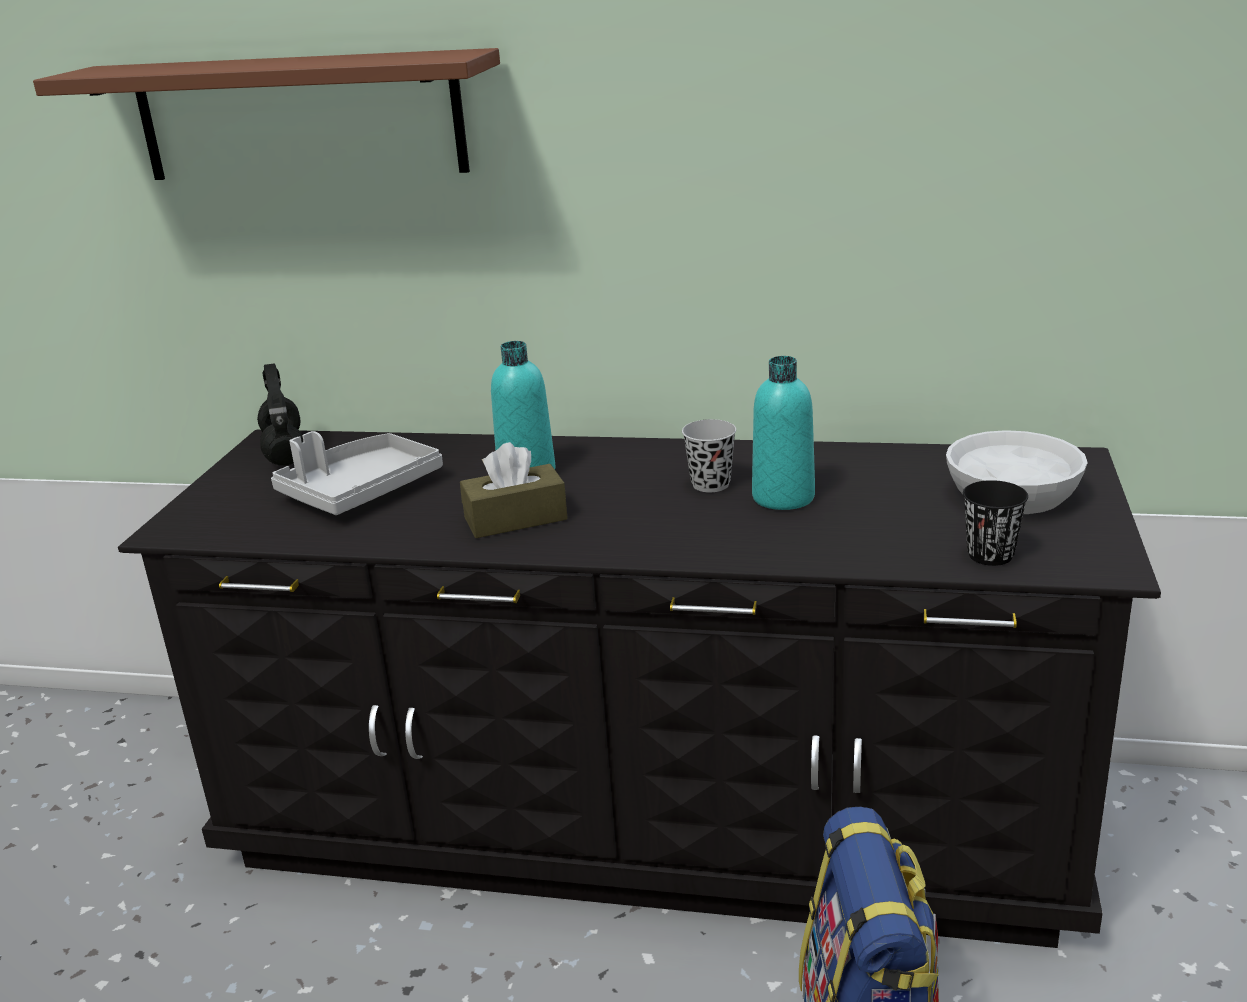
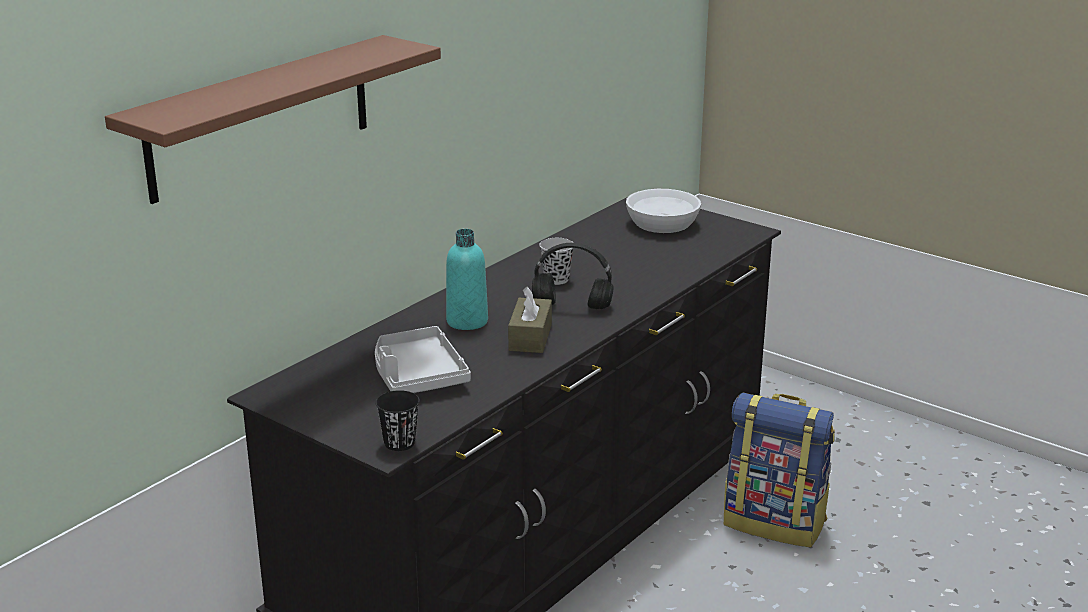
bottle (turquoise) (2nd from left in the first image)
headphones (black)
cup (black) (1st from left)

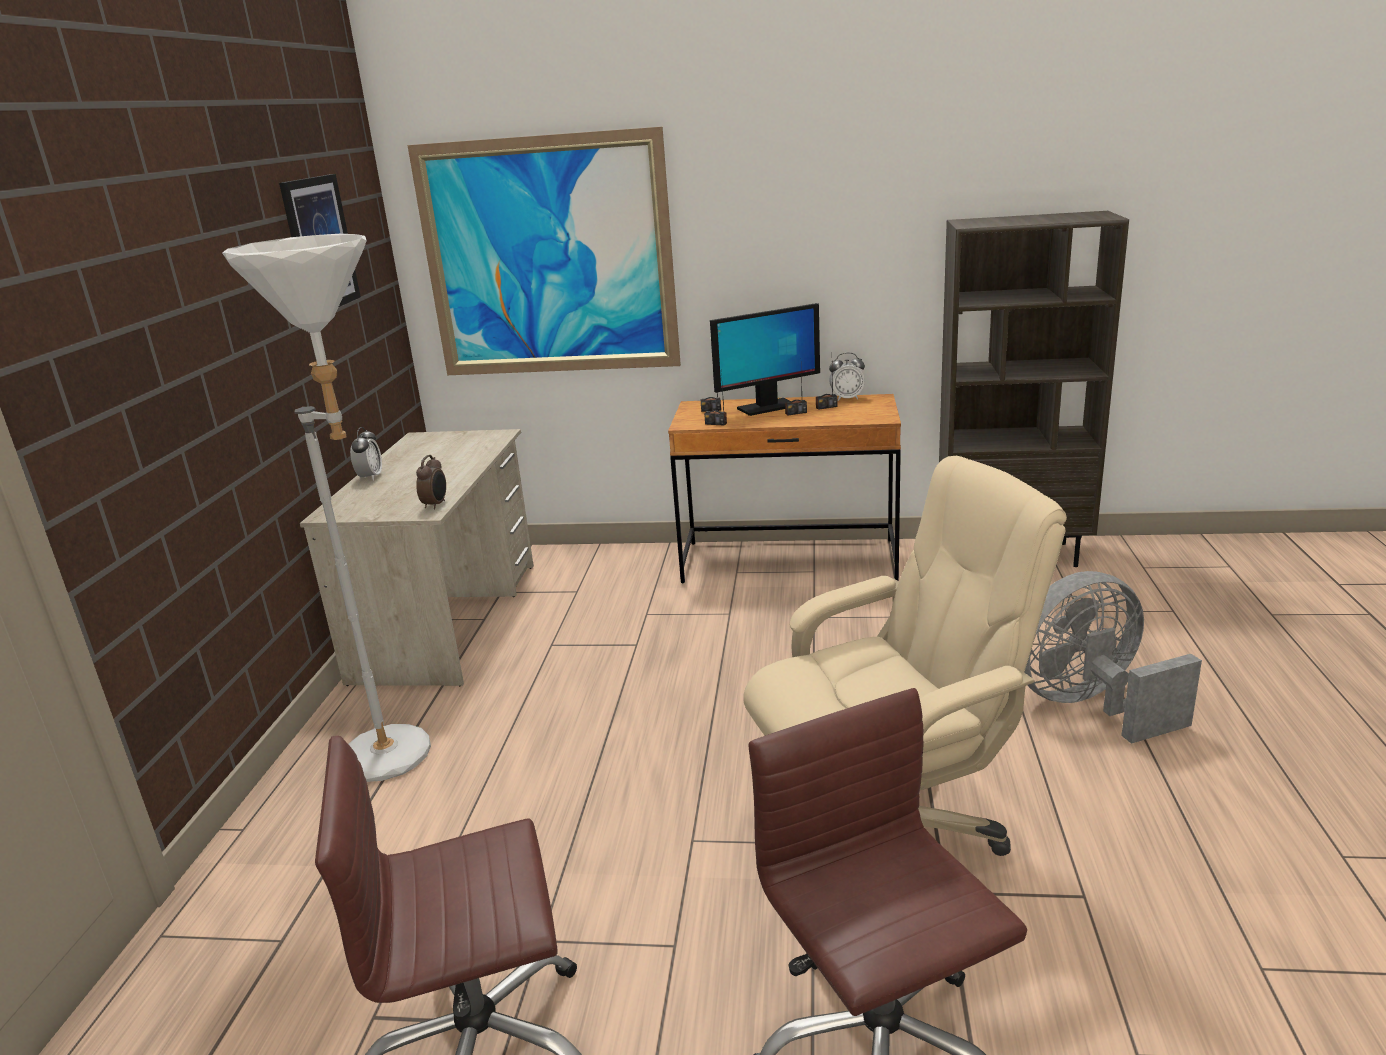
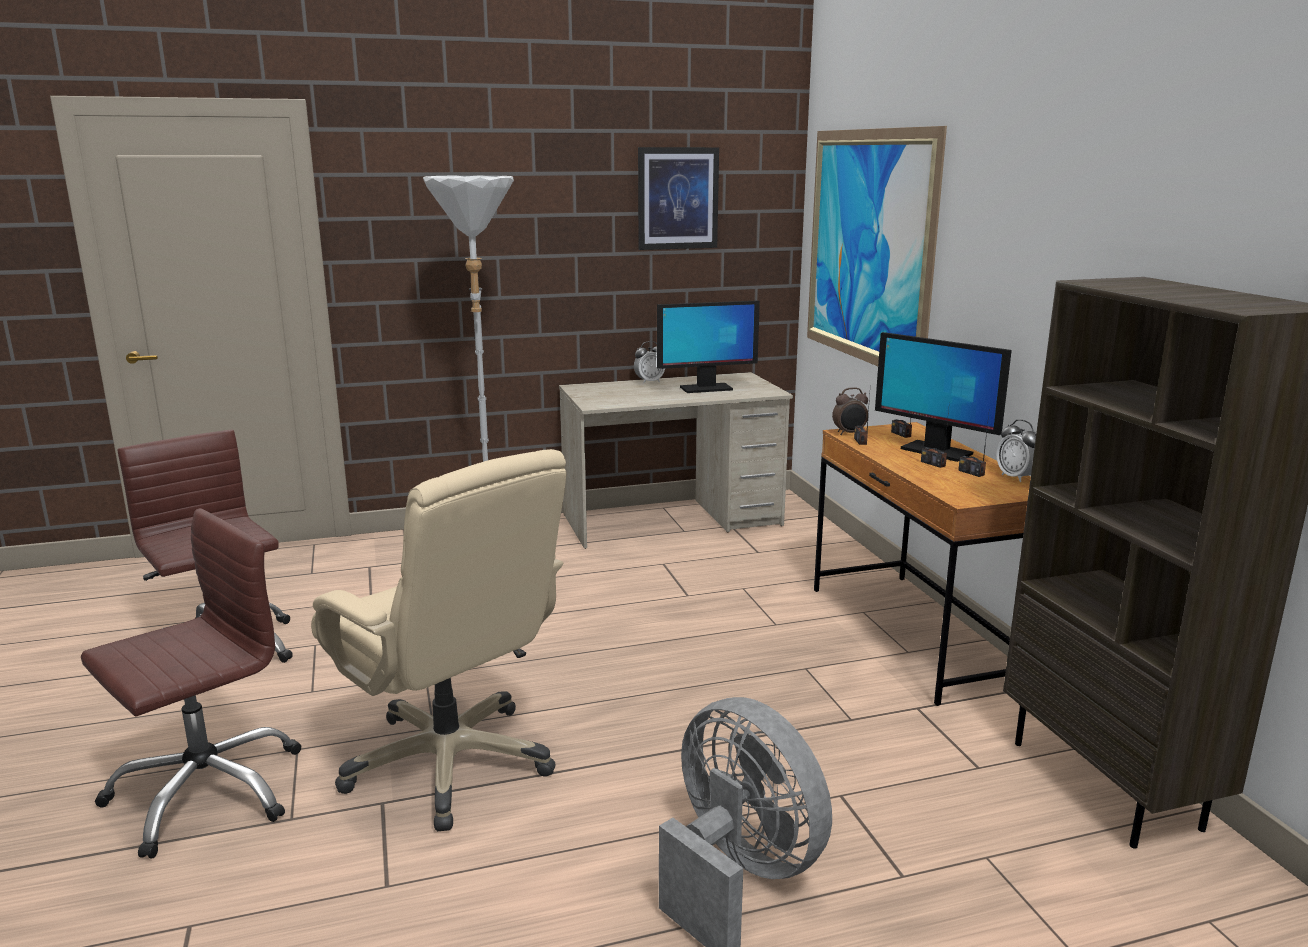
monitor (1st from left)
alarm clock (2nd from left)

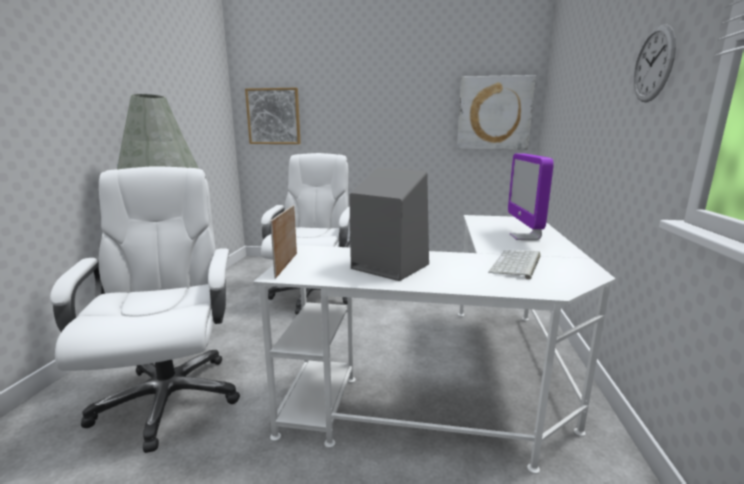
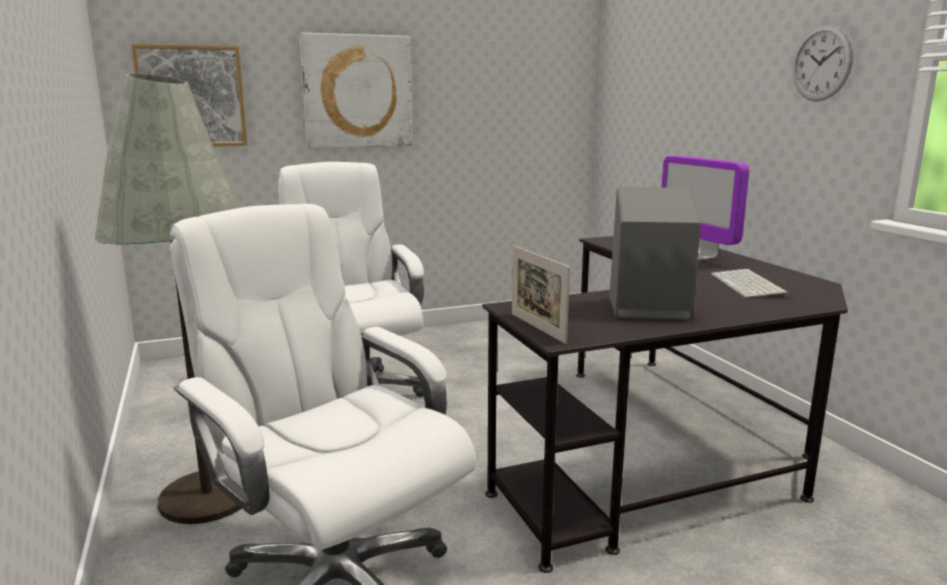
picture (2nd from left)
desk (black)

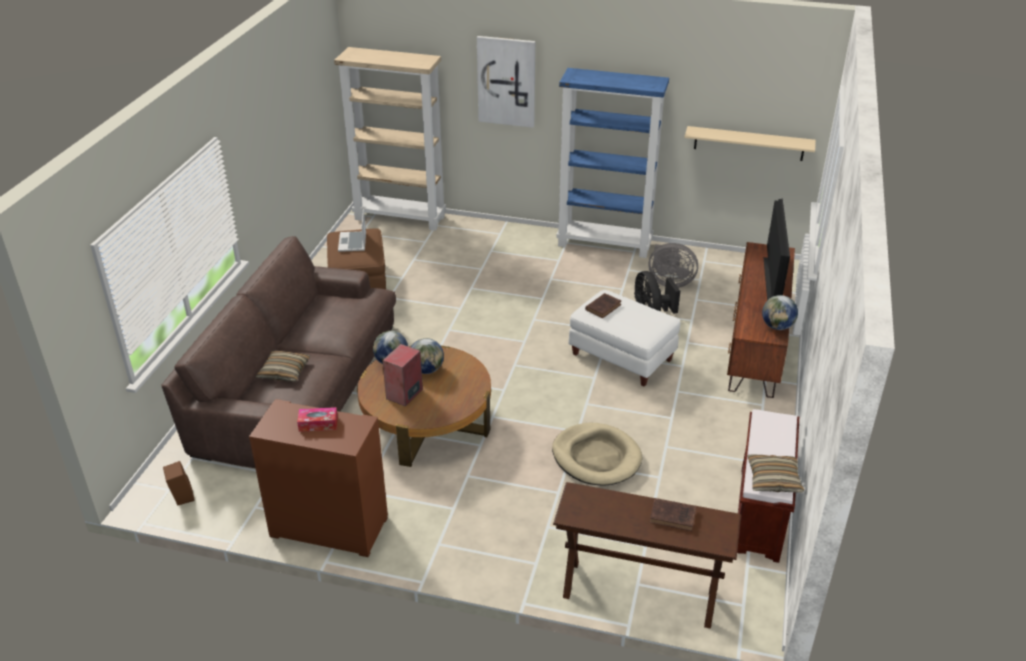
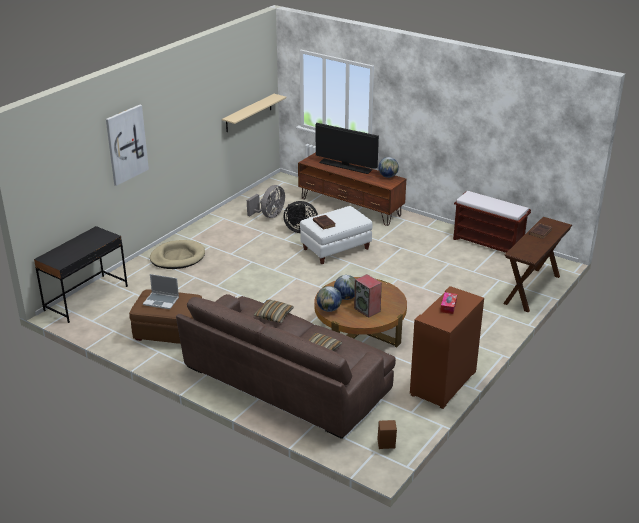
bookcase (blue)
dog bed (beige)
pillow (1st from left)
desk (black)

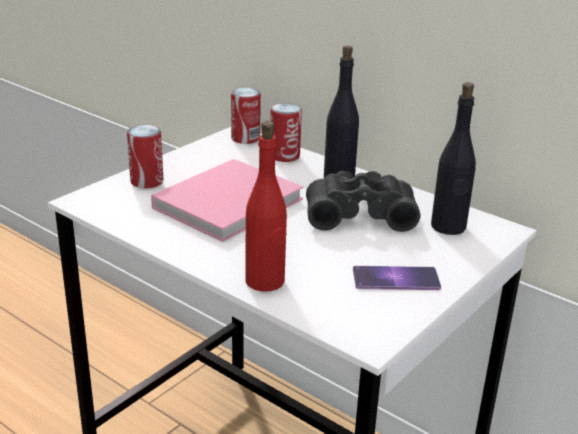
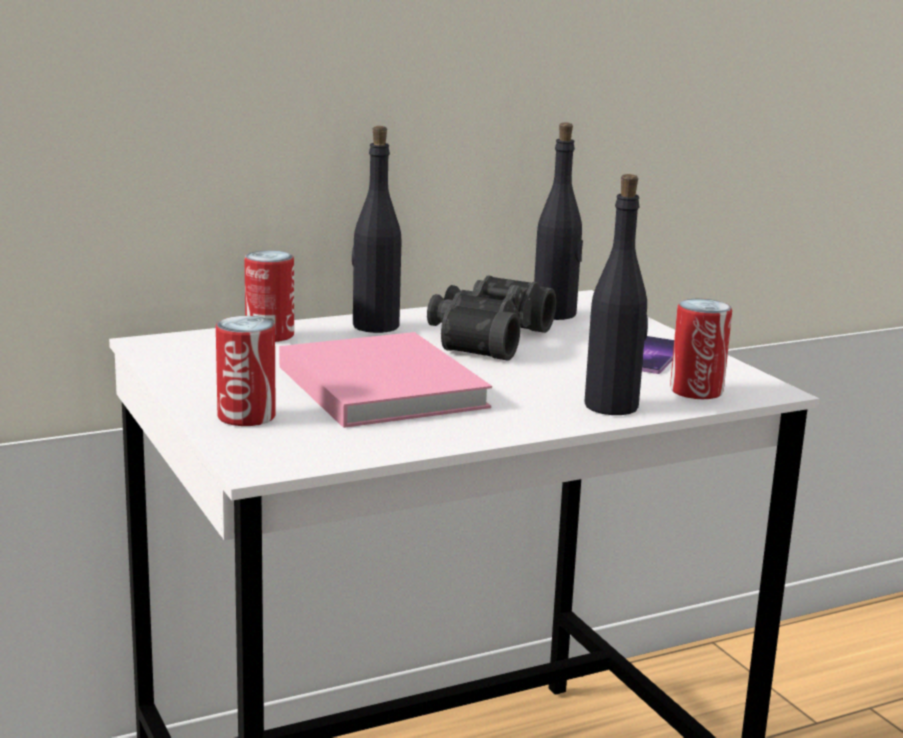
can (3rd from left)
bottle (black) (3rd from left)

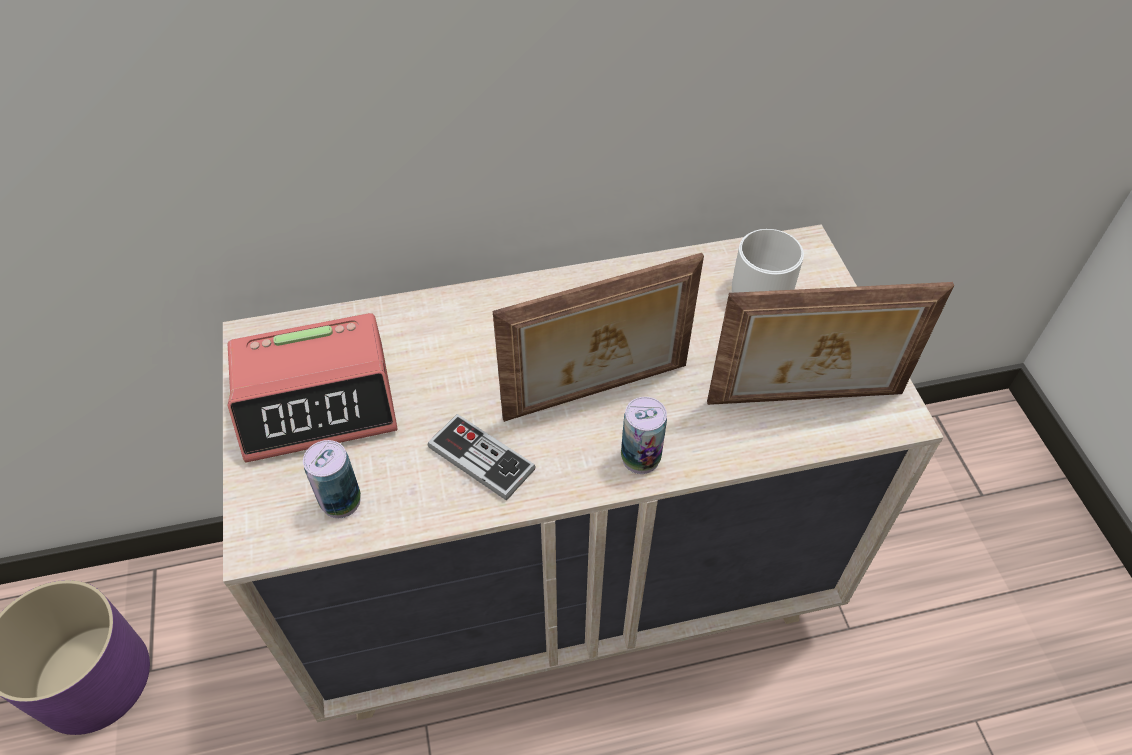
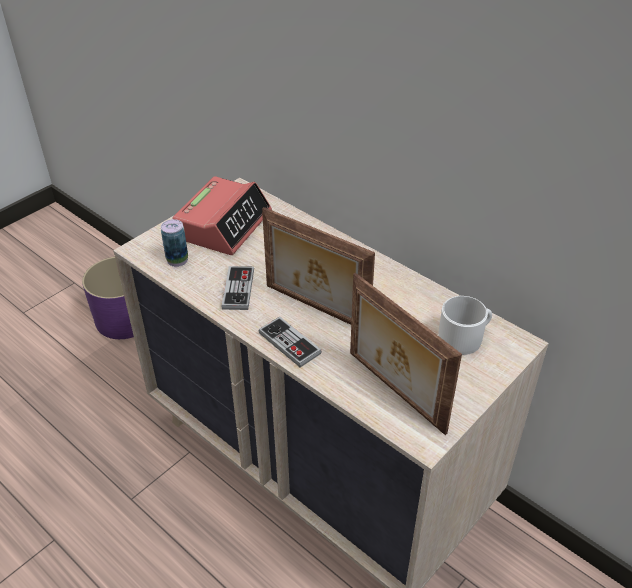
game controller (2nd from left)
alarm clock

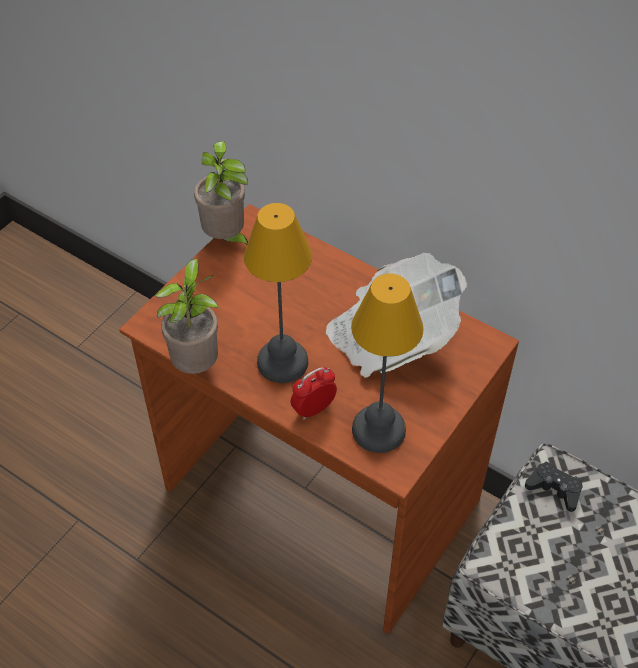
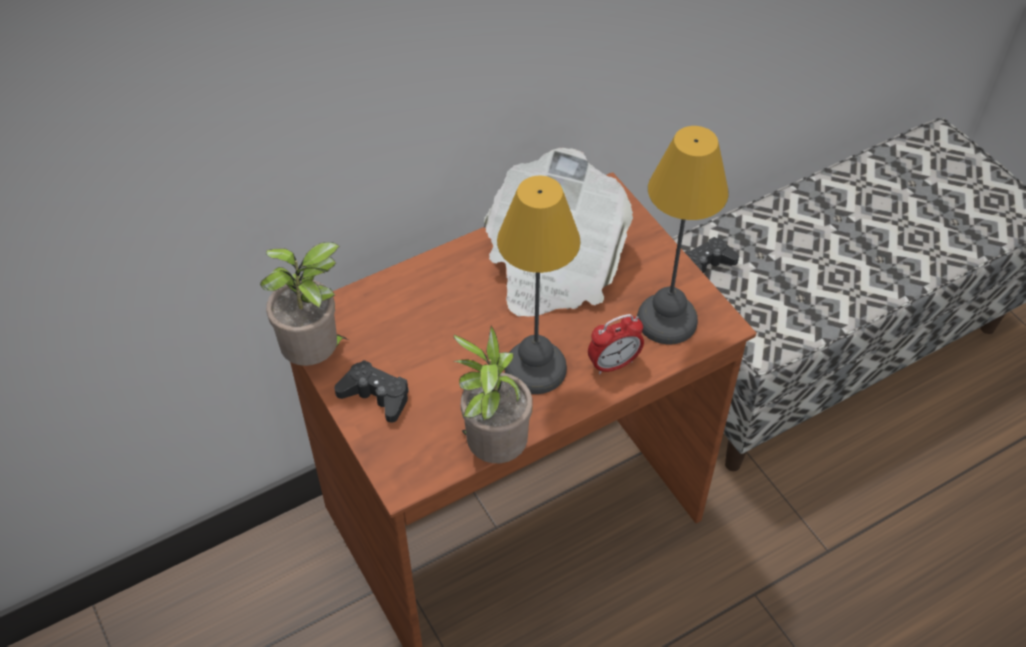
game controller (black) (1st from left)
alarm clock

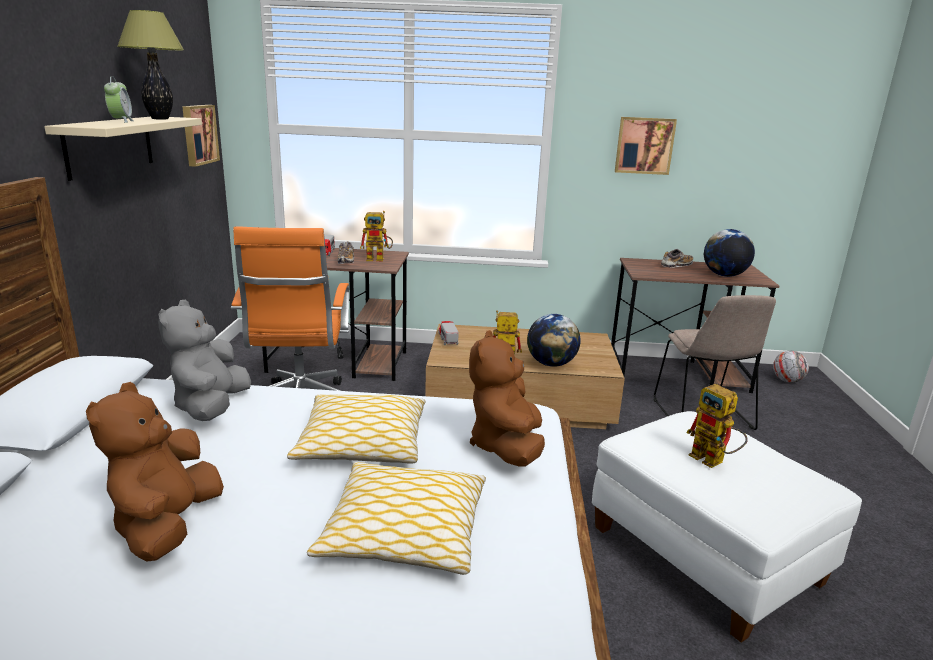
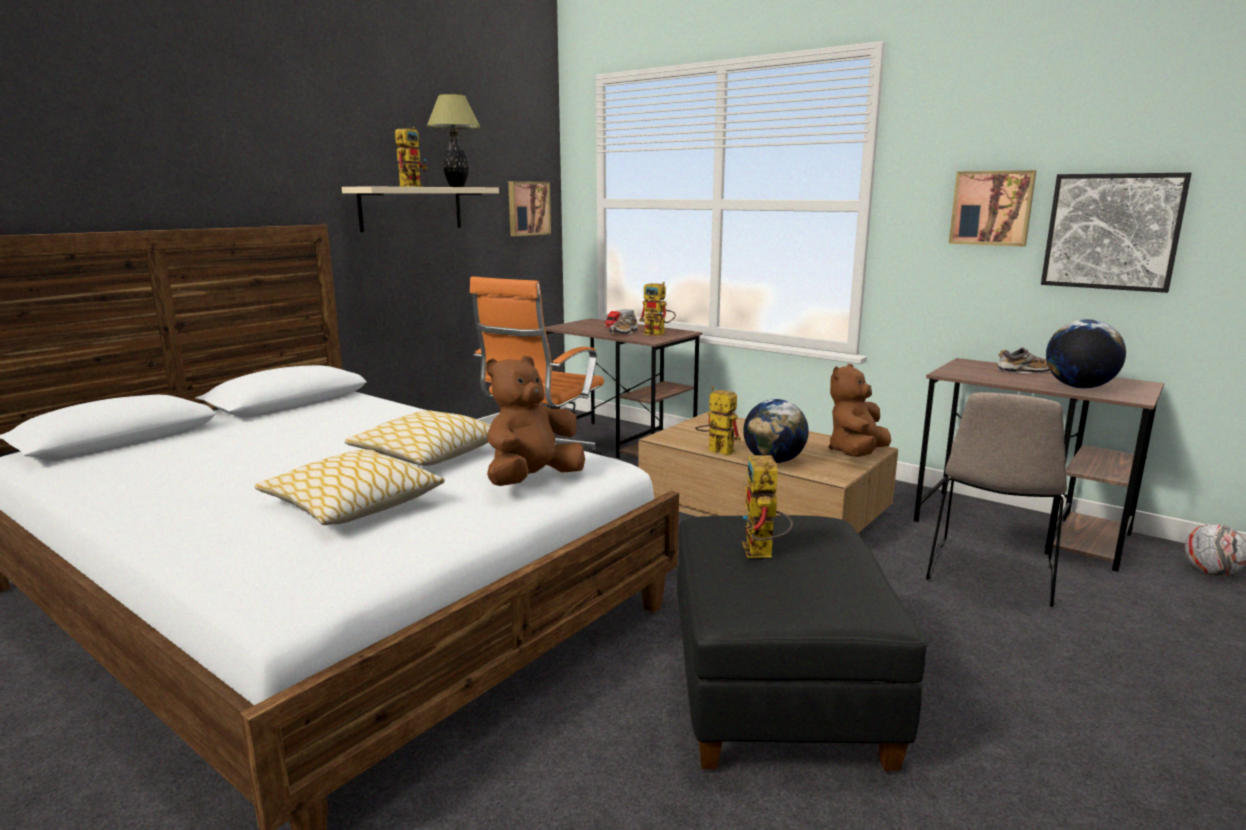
plush toy (grey)
toy truck (2nd from left in the first image)
picture (3rd from left)
plush toy (brown) (2nd from left)
toy robot (1st from left)
ottoman (black)

